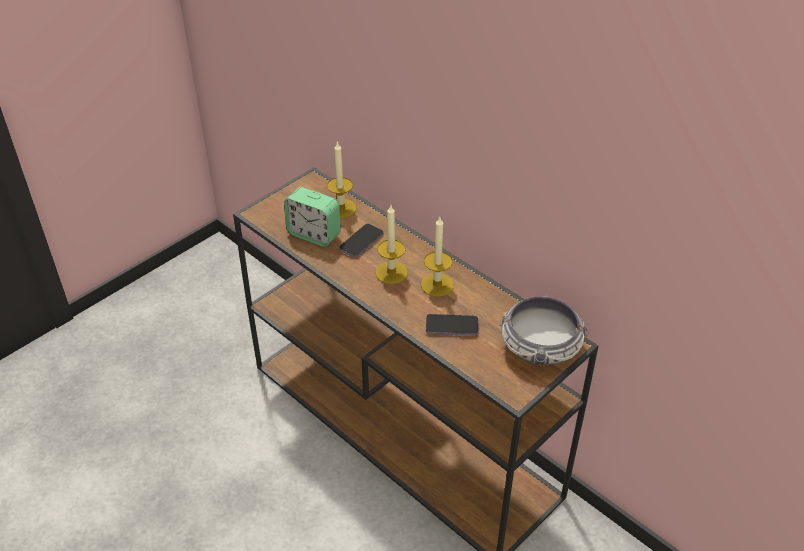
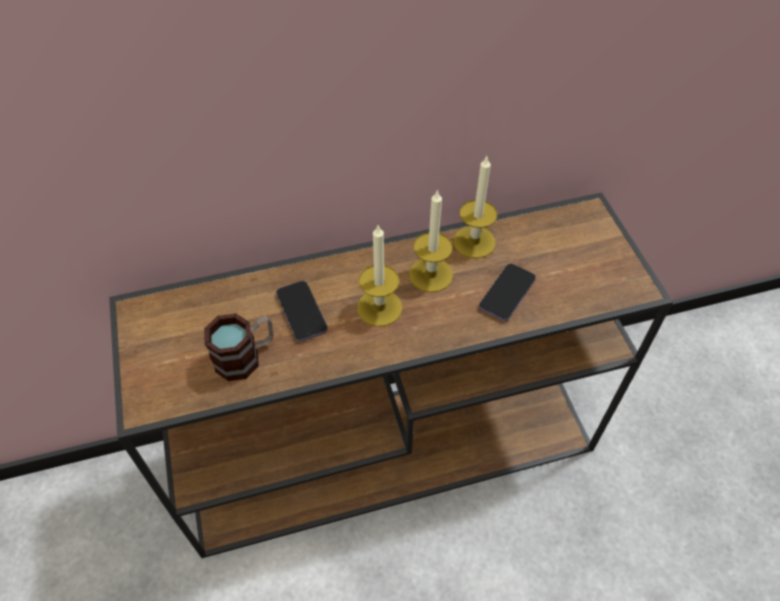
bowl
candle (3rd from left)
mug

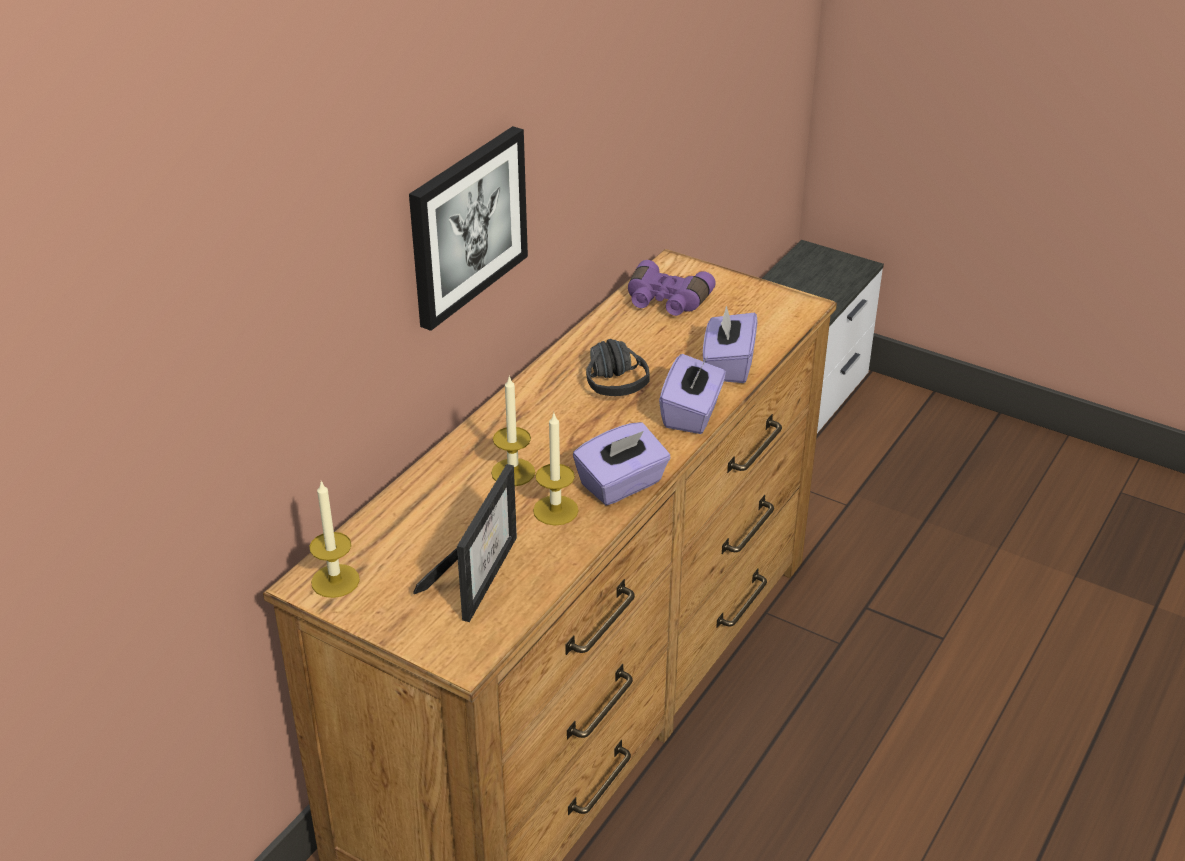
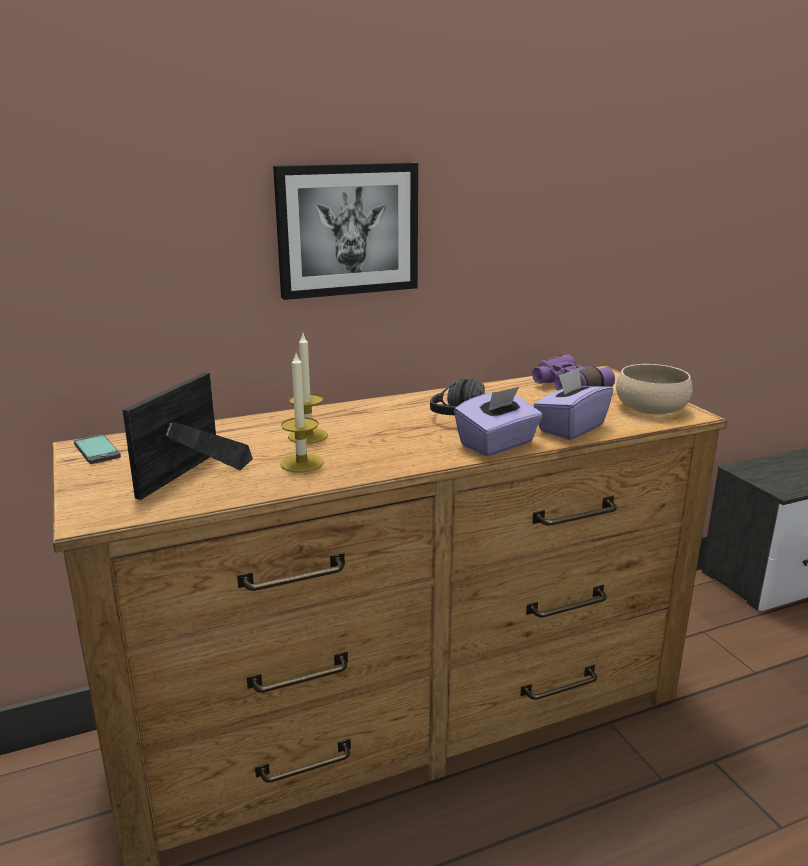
tissue box (purple) (1st from left in the first image)
bowl (beige)
phone
picture frame

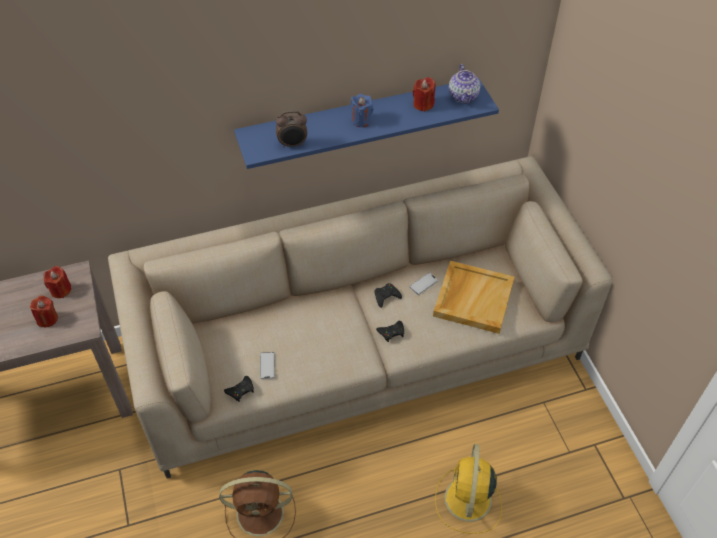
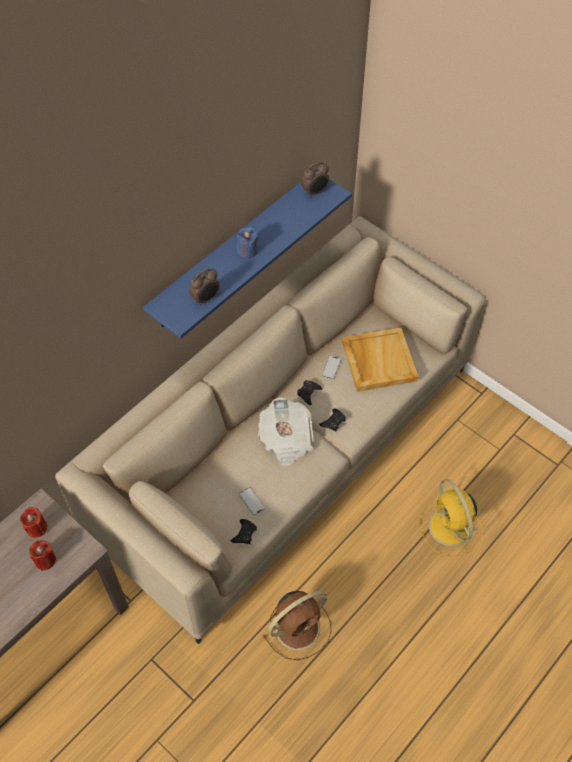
candle (red) (3rd from left in the first image)
newspaper
alarm clock (2nd from left)

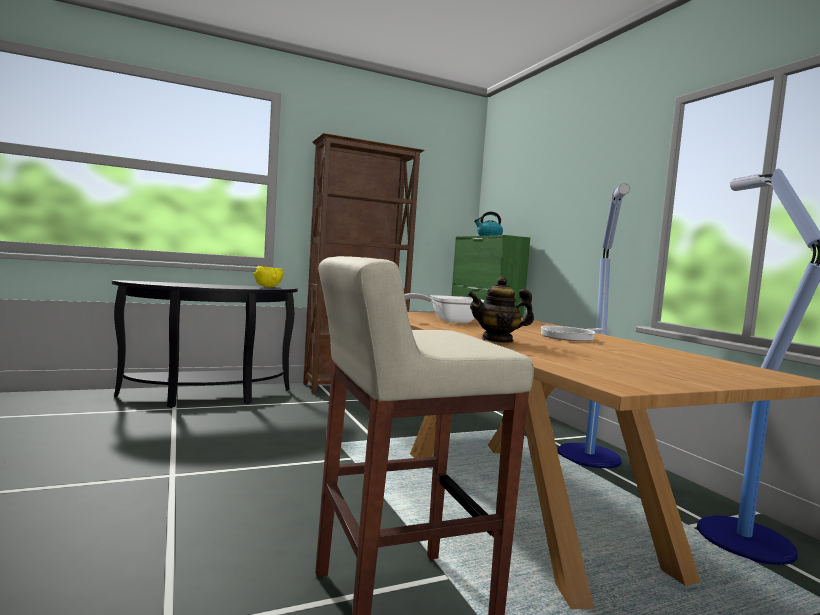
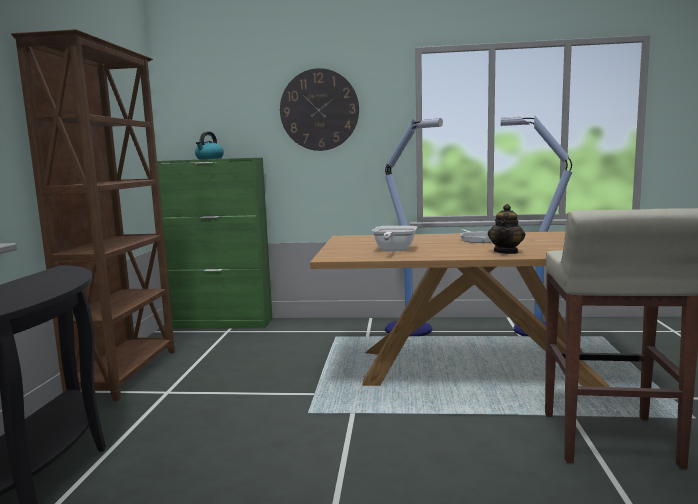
bowl (yellow)
wall clock

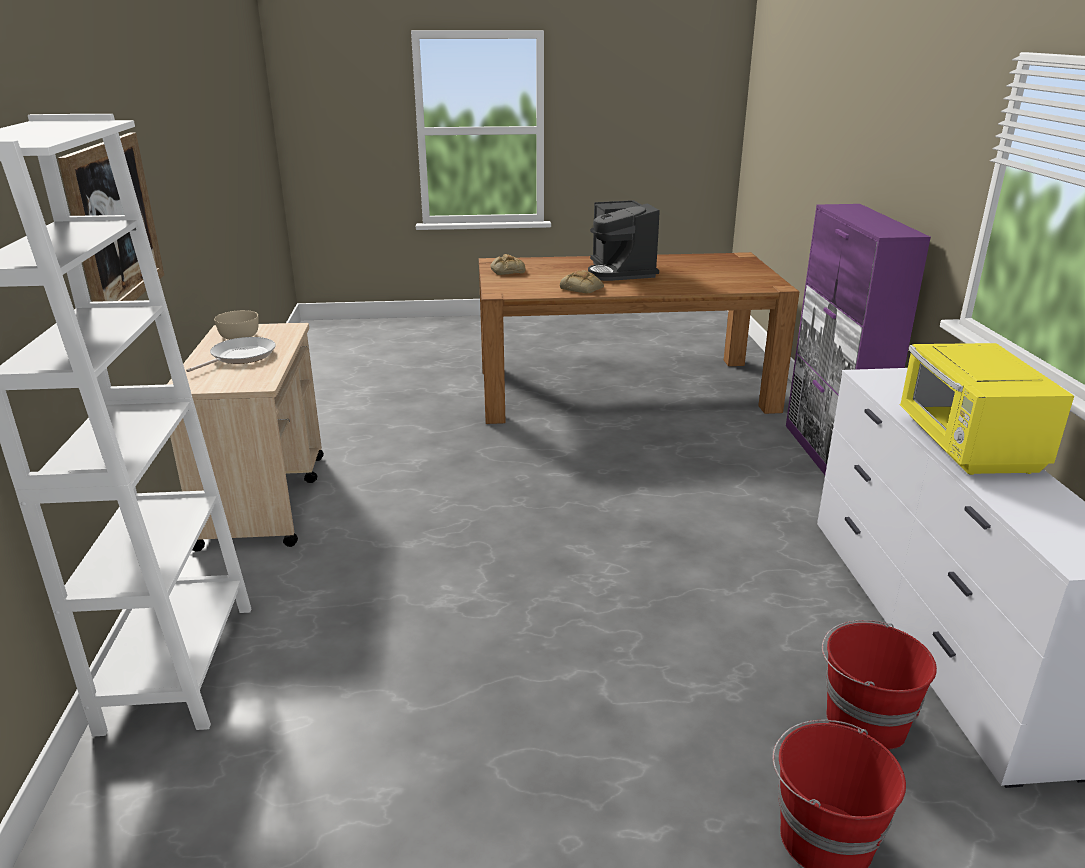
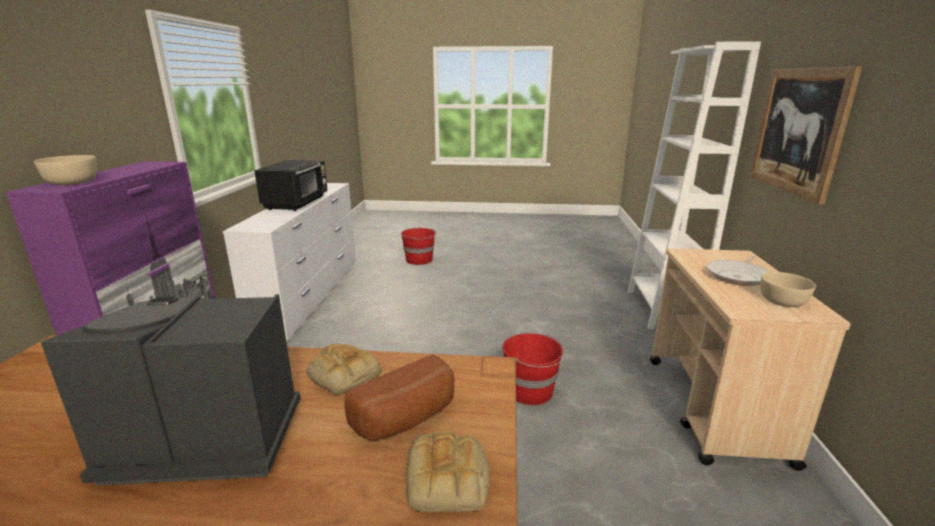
bowl (beige) (1st from left)
bread (2nd from left)
bucket (red) (2nd from left)
microwave (black)
coffee machine

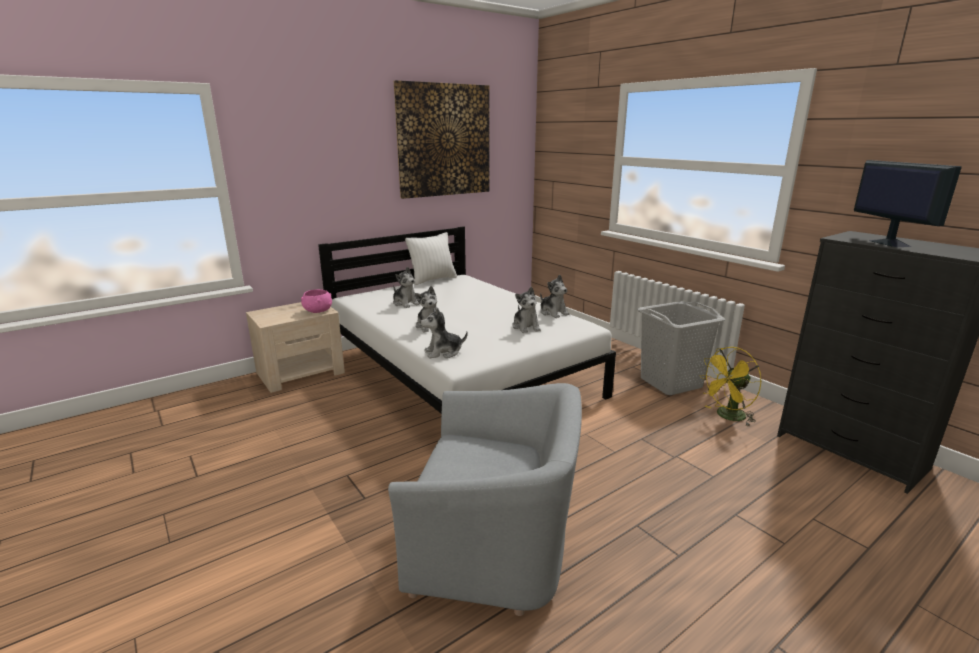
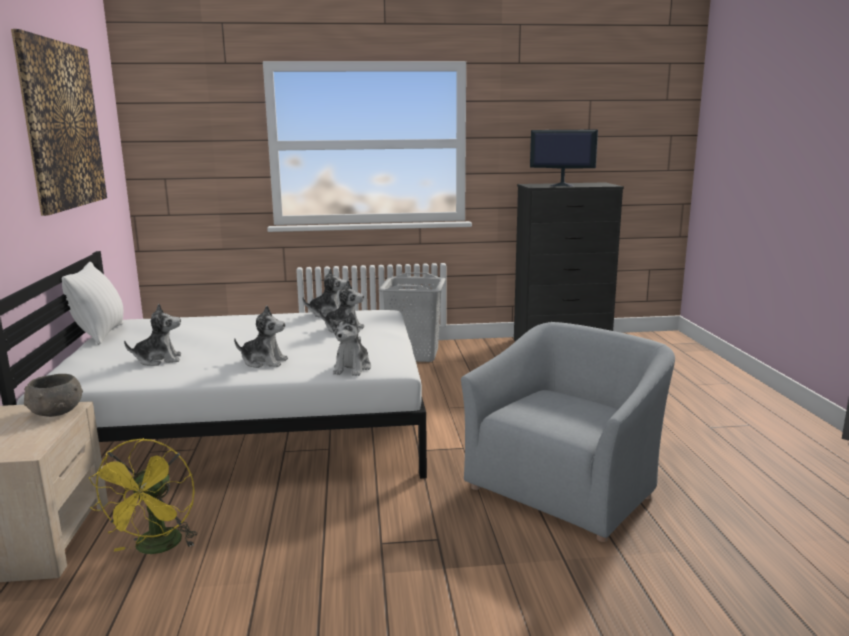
fan (yellow)
bowl (grey)

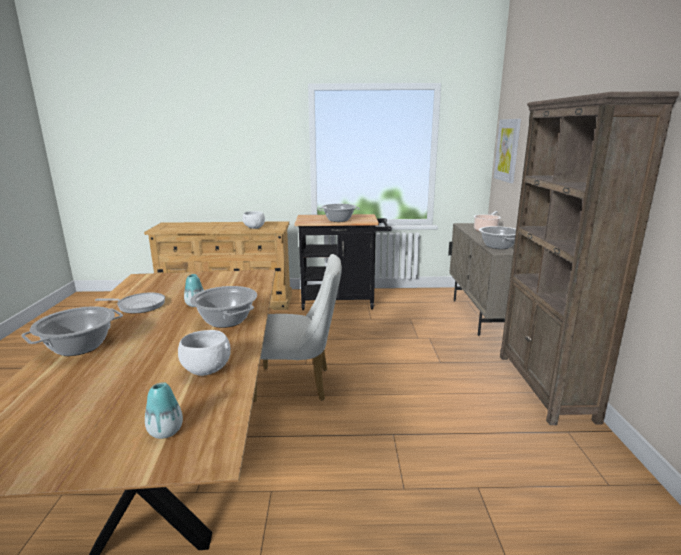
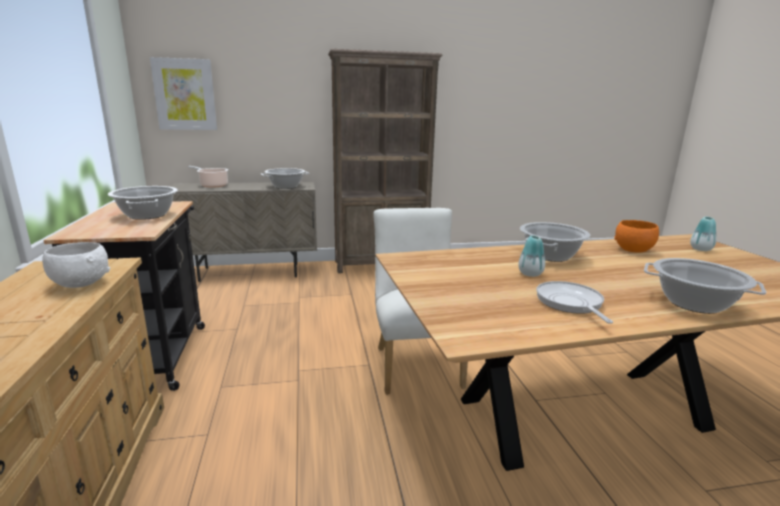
bowl (orange)

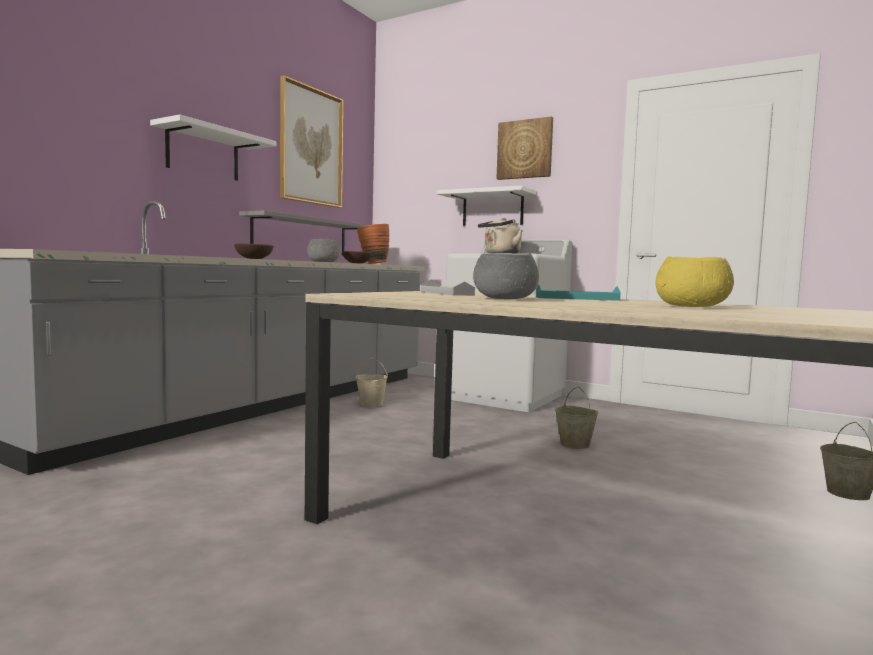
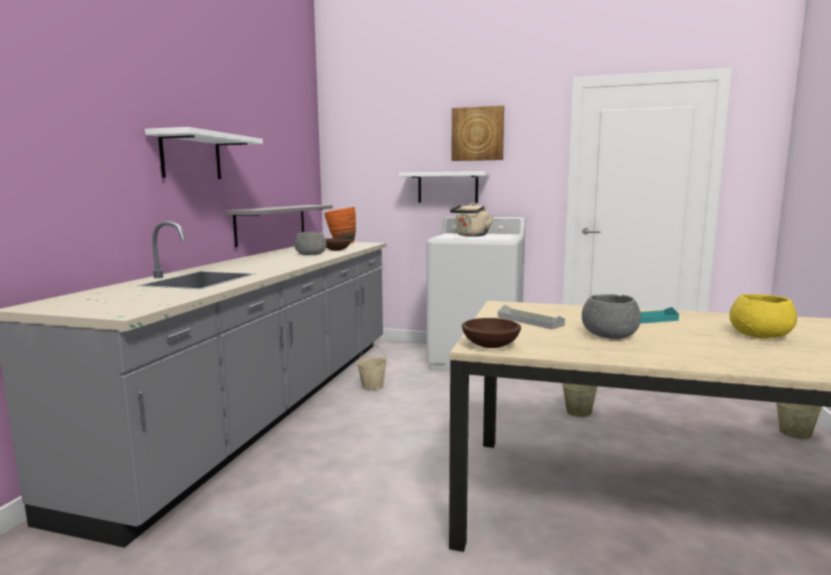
picture (1st from left in the first image)
bowl (brown) (2nd from left)

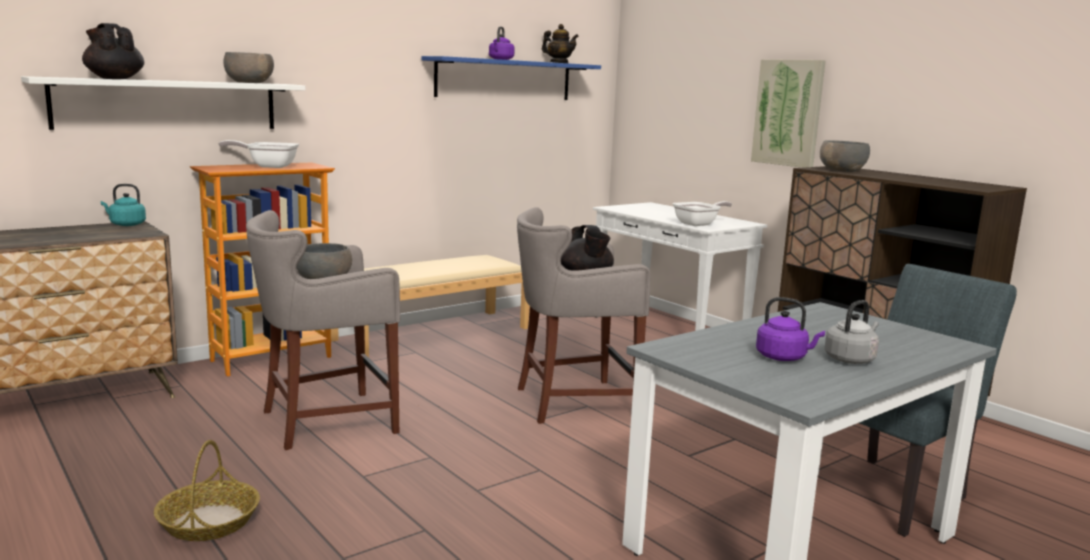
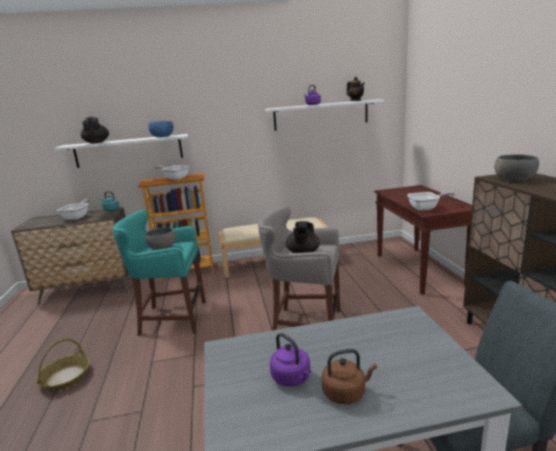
picture
frying pan (1st from left)
bowl (blue)
stool (turquoise)
shelf (white) (2nd from left)
console table (brown)
kettle (brown)

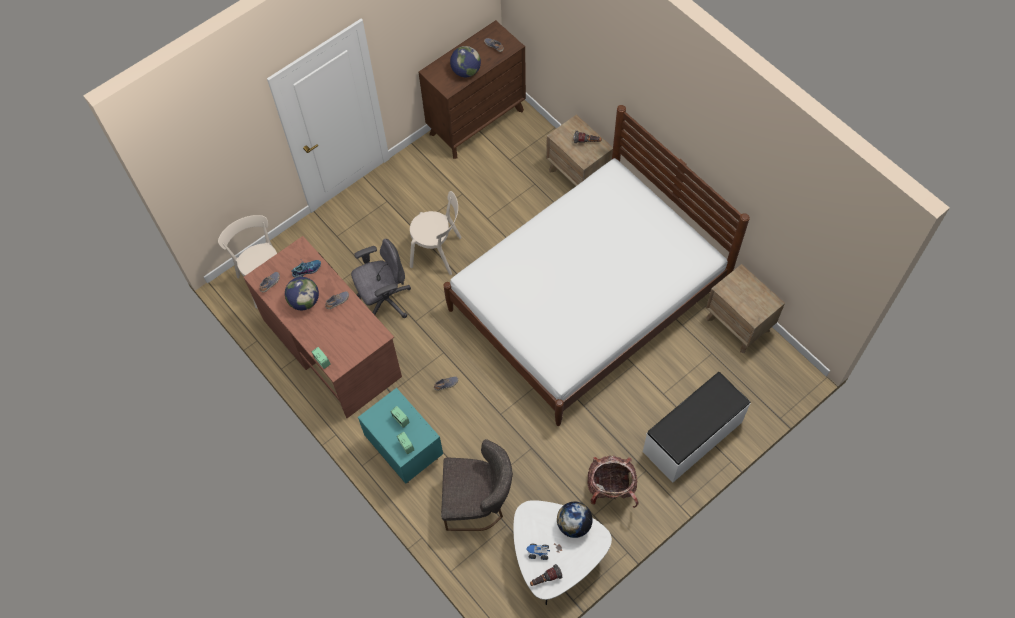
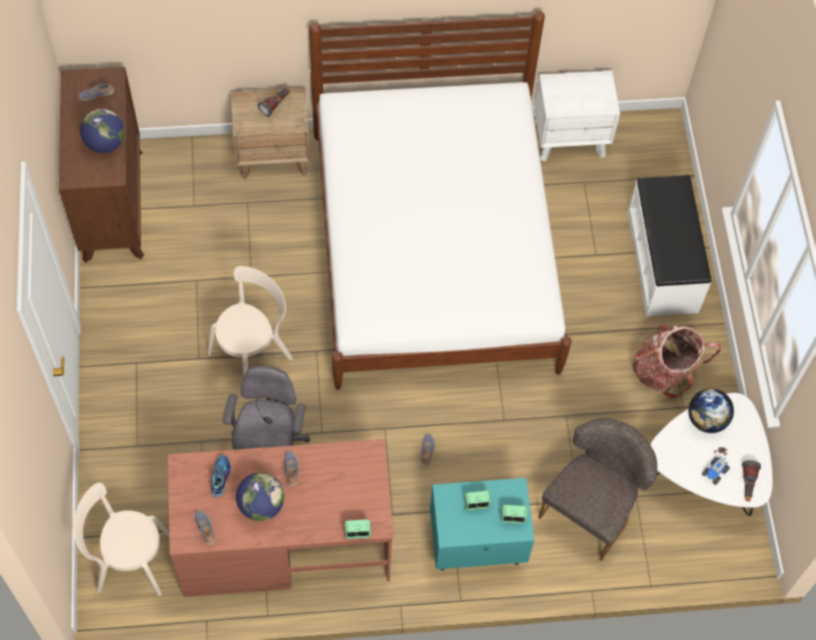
nightstand (white)

